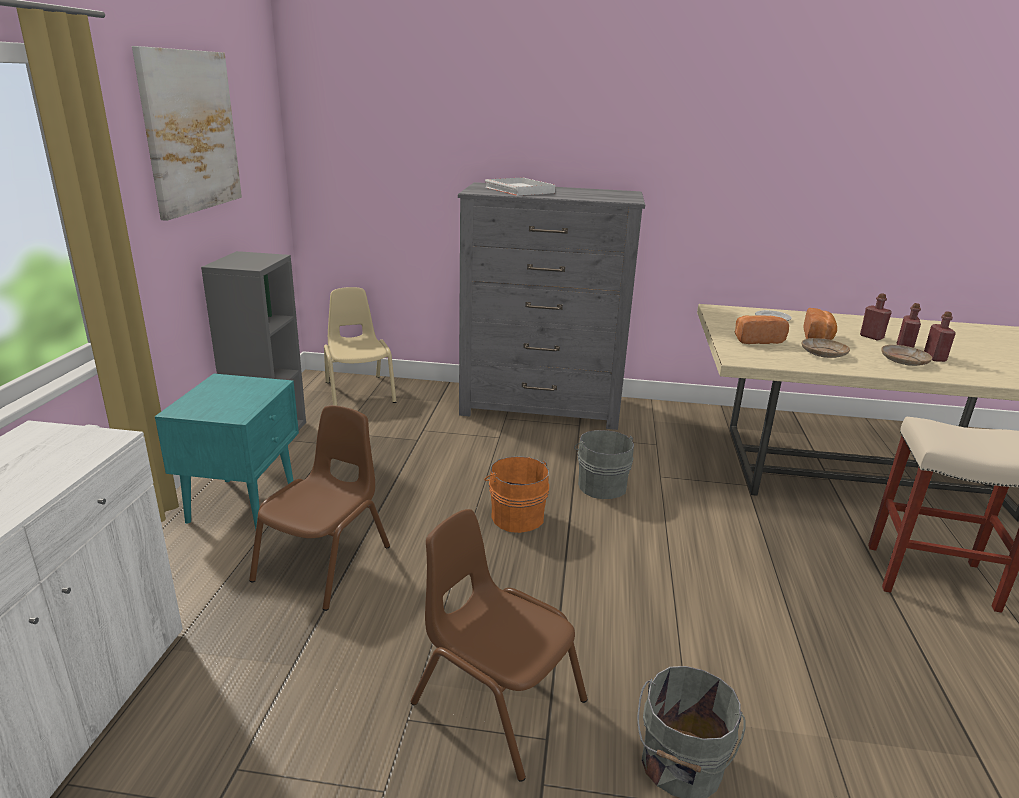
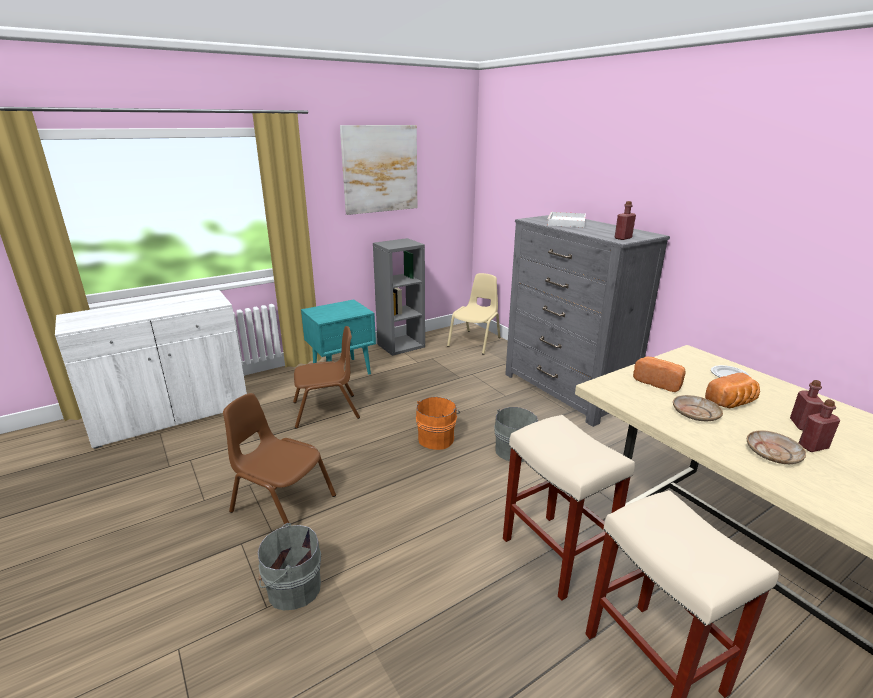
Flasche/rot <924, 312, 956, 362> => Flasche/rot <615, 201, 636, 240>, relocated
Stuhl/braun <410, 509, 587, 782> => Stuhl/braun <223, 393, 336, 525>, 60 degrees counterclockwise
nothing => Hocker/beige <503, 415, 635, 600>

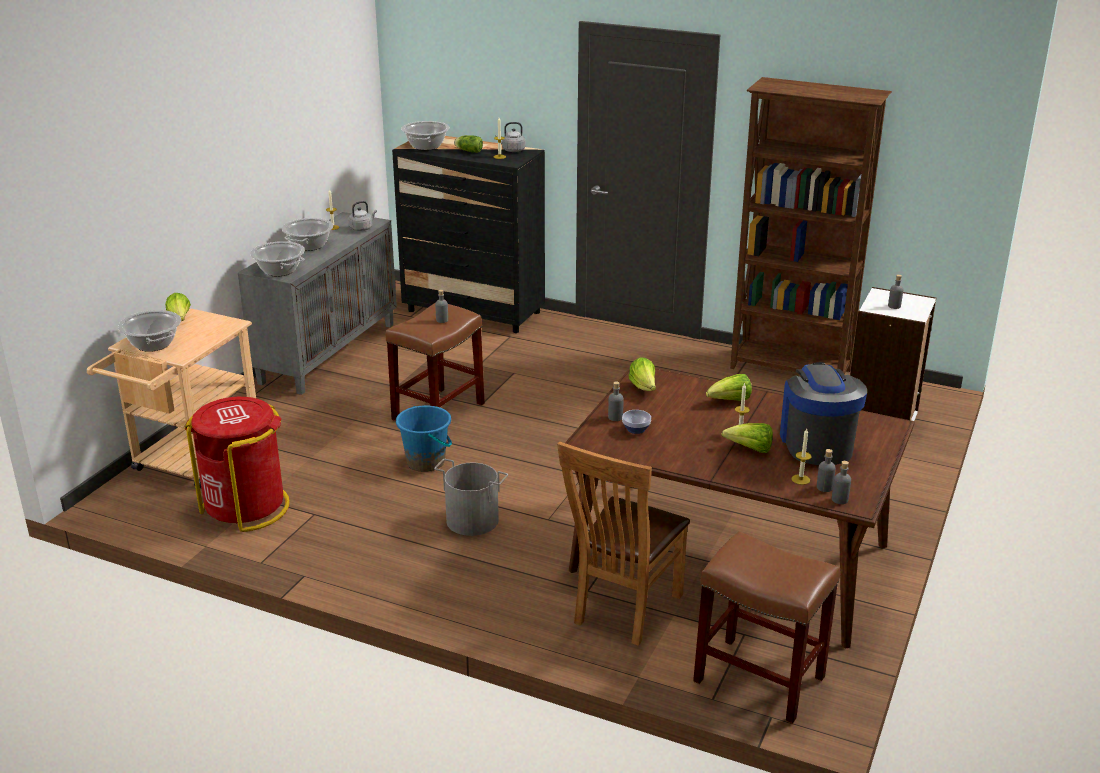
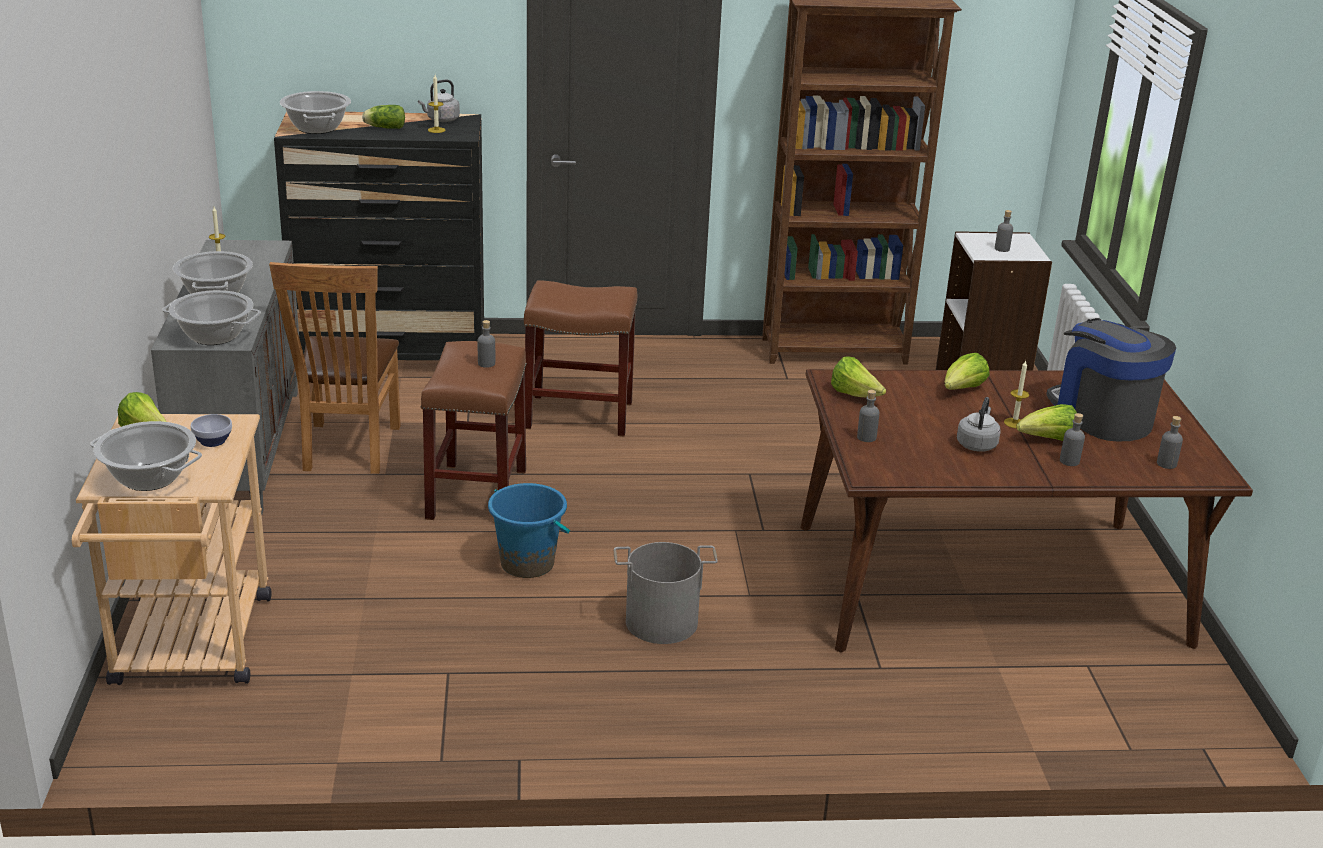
Wasserkessel/grau <348, 201, 377, 231> => Wasserkessel/grau <957, 397, 1000, 452>, relocated
Mülleimer/rot <185, 397, 290, 532> => nothing
Schüssel <622, 410, 651, 434> => Schüssel <191, 414, 232, 447>, relocated
Kerze <791, 429, 812, 485> => nothing
Stuhl/braun <557, 441, 690, 646> => Stuhl/braun <269, 262, 401, 474>, relocated
Flasche/grau <832, 461, 851, 504> => Flasche/grau <1060, 413, 1085, 466>, relocated
Hocker/braun <693, 531, 840, 724> => Hocker/braun <524, 280, 637, 437>, relocated

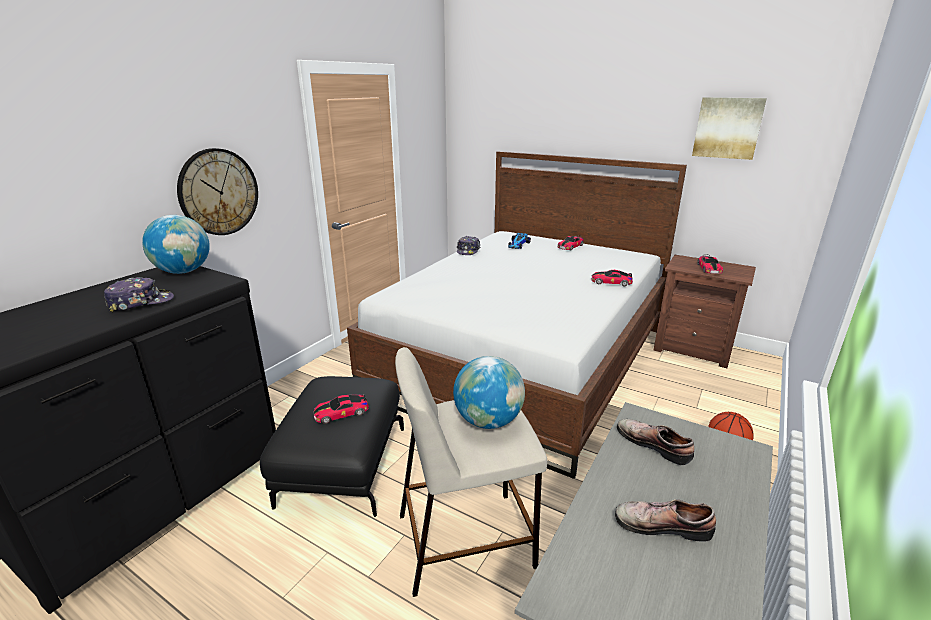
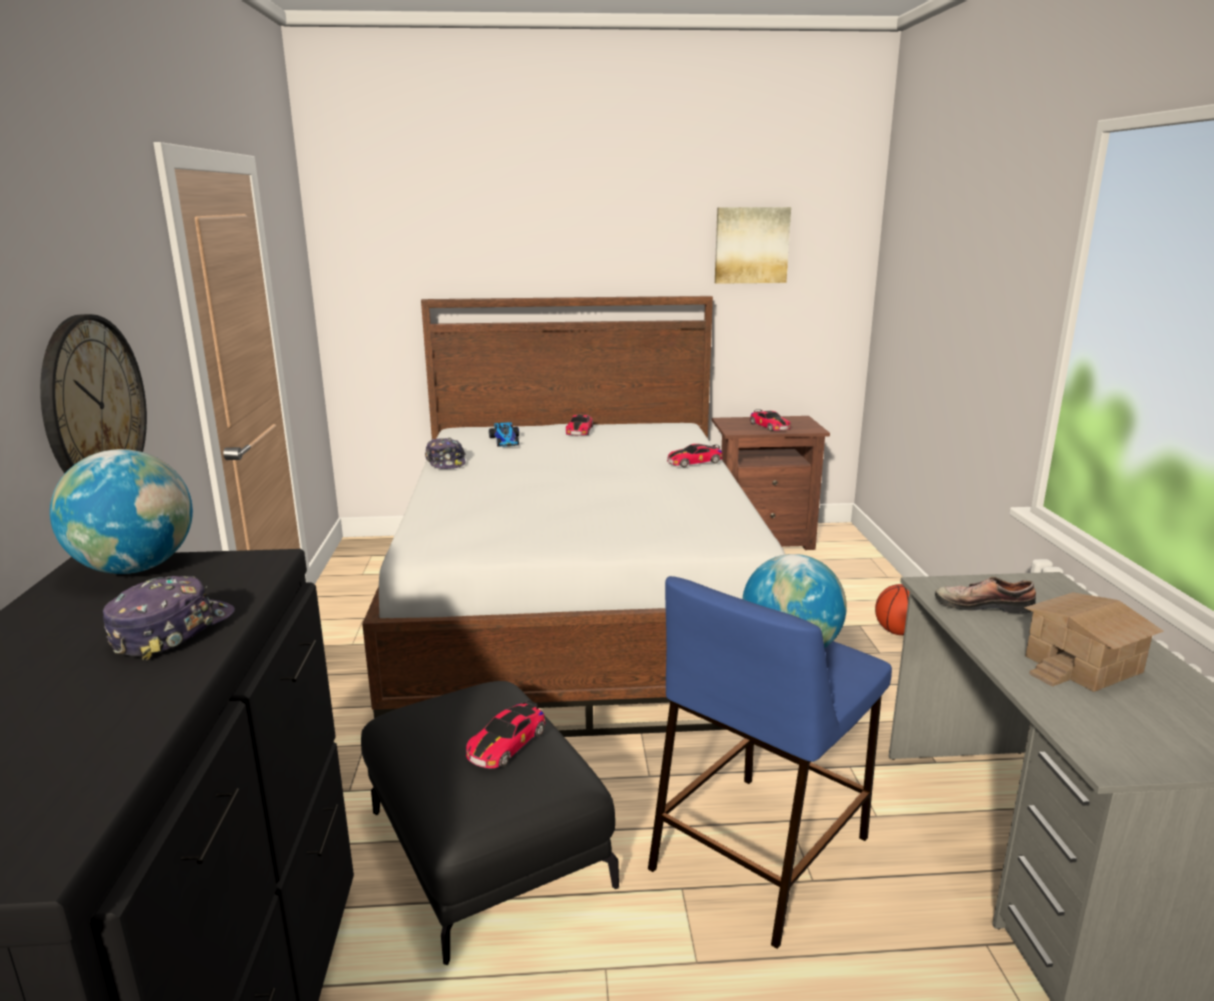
Hocker/beige <395, 347, 547, 597> => Hocker/blau <648, 576, 892, 949>
Schuh <615, 499, 716, 541> => Spielzeughaus <1024, 592, 1164, 692>

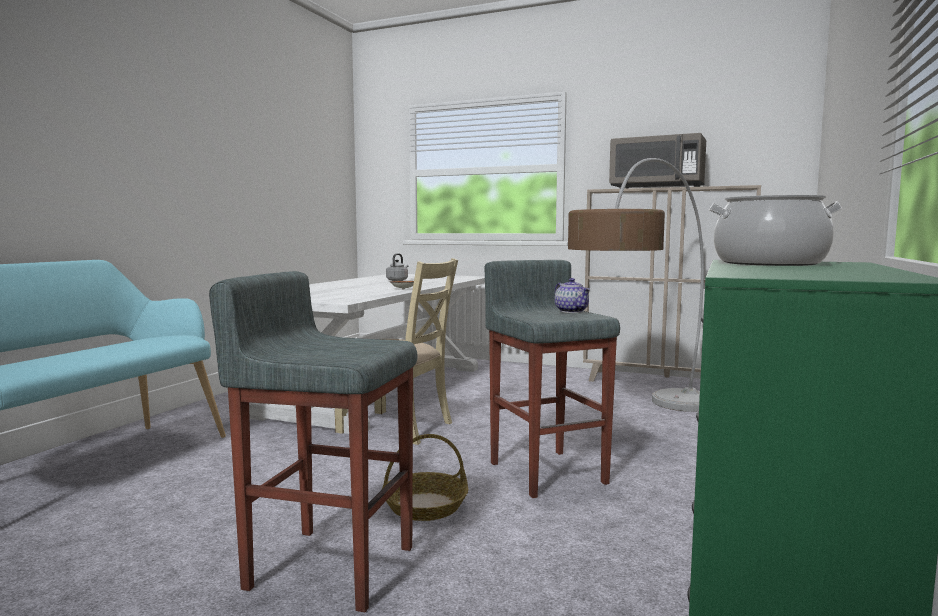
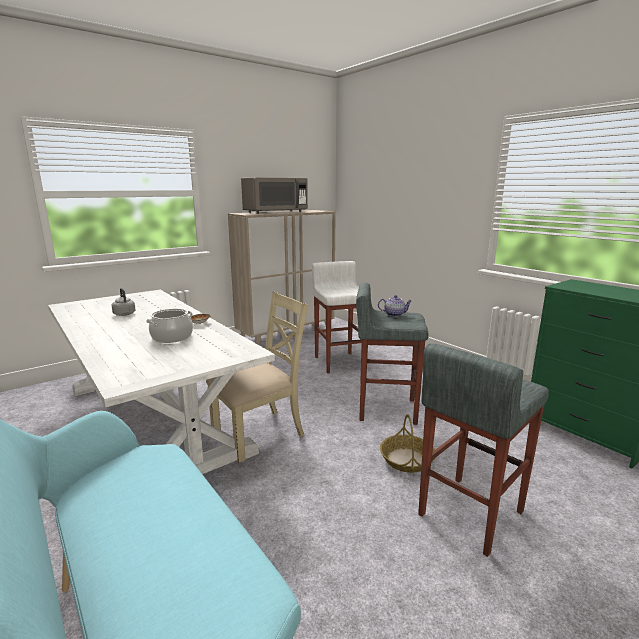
Stehlampe <568, 158, 704, 412> => Hocker/weiß <312, 261, 362, 374>
Kochtopf <709, 195, 842, 266> => Kochtopf <146, 308, 193, 343>, relocated

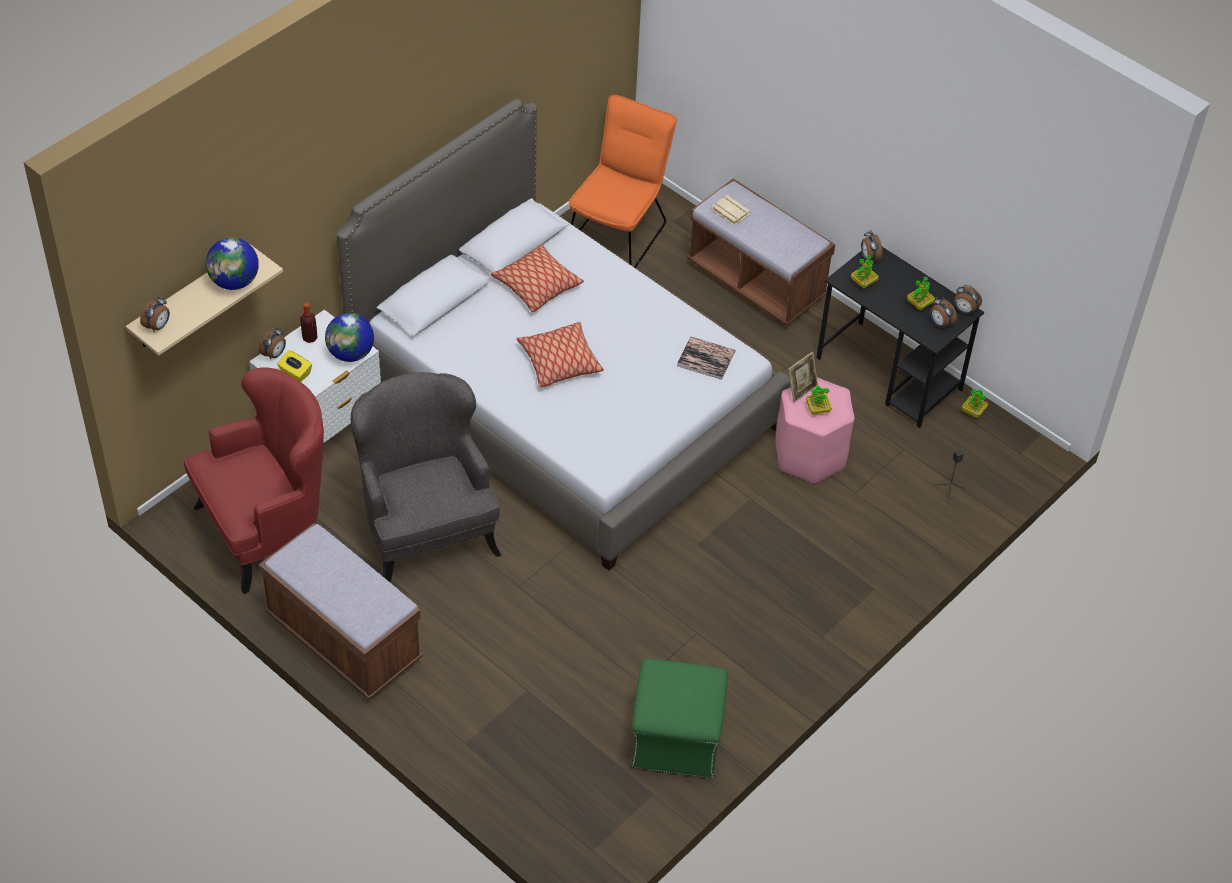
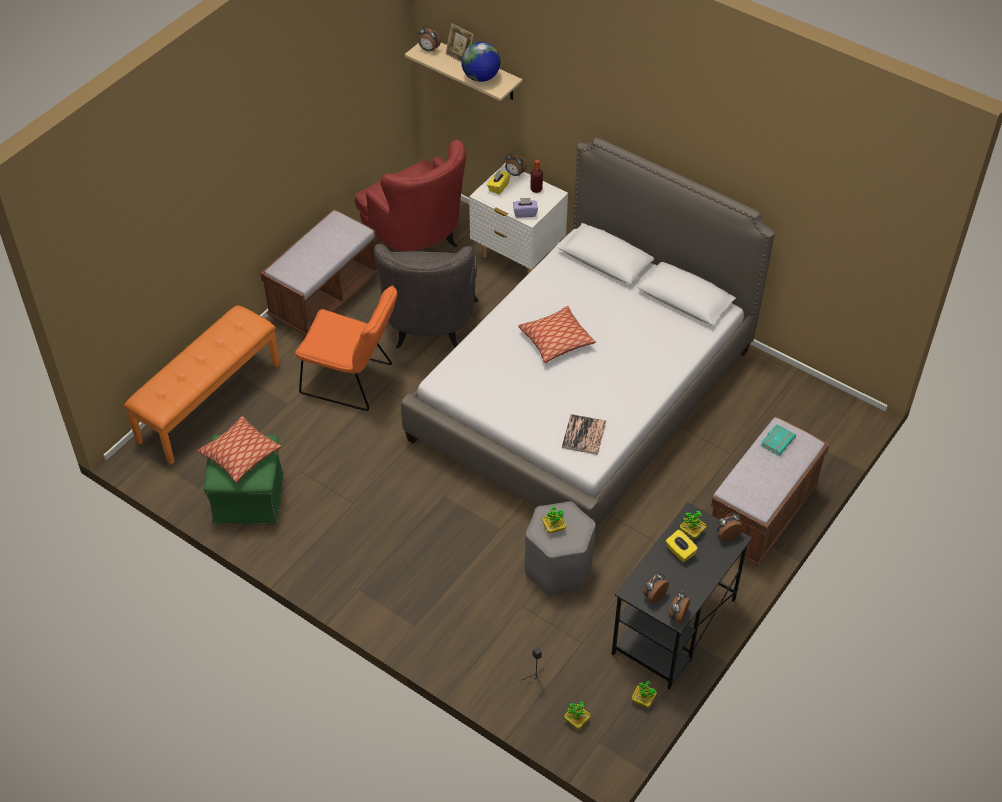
Stuhl/orange <569, 95, 677, 268> => Stuhl/orange <295, 285, 397, 411>, relocated
Buch/beige <711, 195, 751, 226> => Buch/türkis <761, 424, 796, 456>
Kissen <490, 244, 584, 312> => Kissen <197, 416, 282, 483>, relocated
Topfpflanze <907, 277, 935, 311> => Topfpflanze <564, 701, 591, 729>, relocated
Globus <325, 313, 374, 362> => Taschentuchbox/lila <513, 198, 538, 218>
Bilderrahmen <788, 352, 818, 403> => Bilderrahmen <445, 23, 474, 62>, relocated
Sessel/grau <351, 372, 502, 582> => Sessel/grau <374, 244, 478, 348>, 120 degrees clockwise
Hocker/rosa <775, 377, 855, 484> => Hocker/grau <524, 501, 596, 596>
nothing => Bank/orange <124, 305, 280, 465>
nothing => Taschentuchbox/gelb <666, 530, 698, 562>

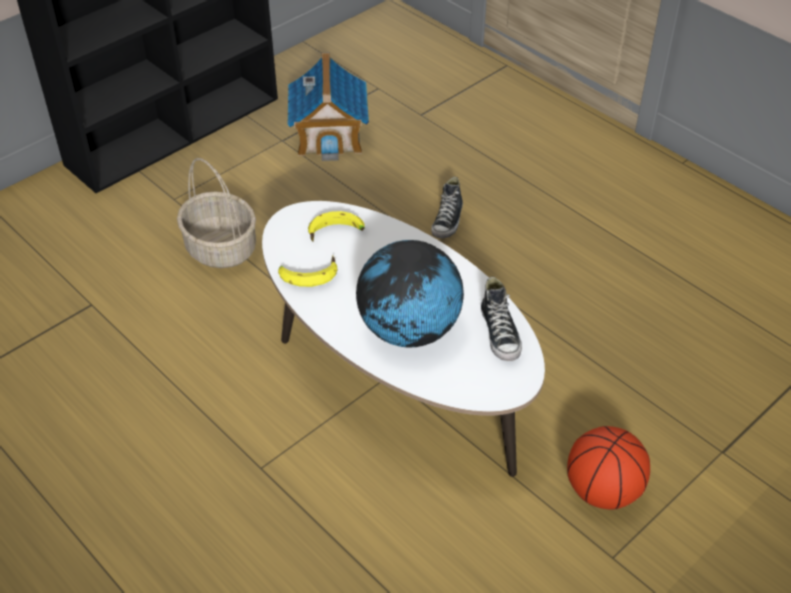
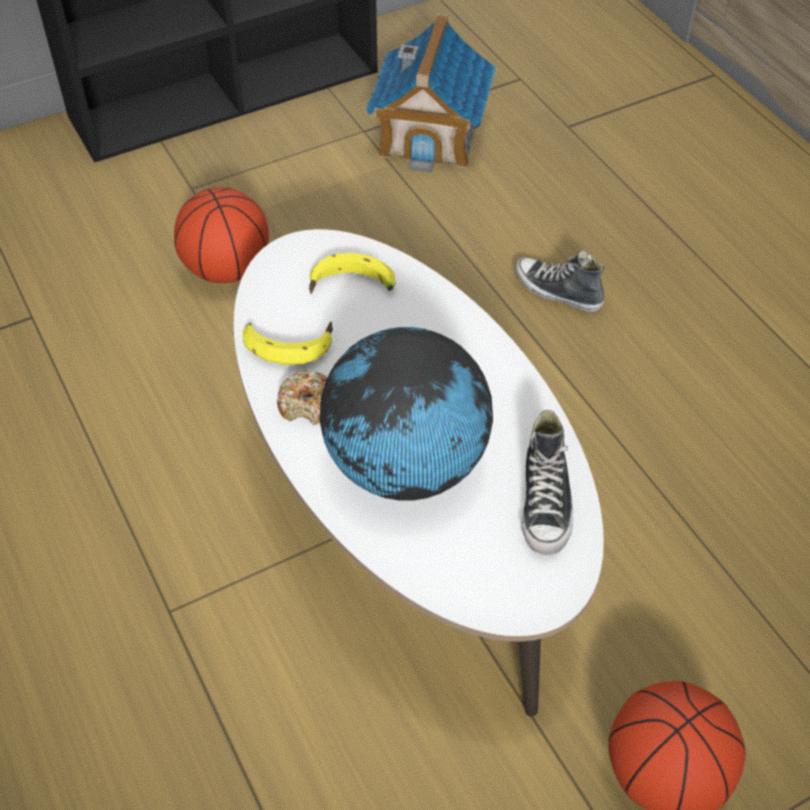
Korb <177, 158, 256, 268> => Basketball <174, 187, 269, 283>
Schuh <431, 177, 463, 238> => Schuh <515, 250, 605, 311>, 90 degrees clockwise
nothing => Donut <277, 371, 327, 425>

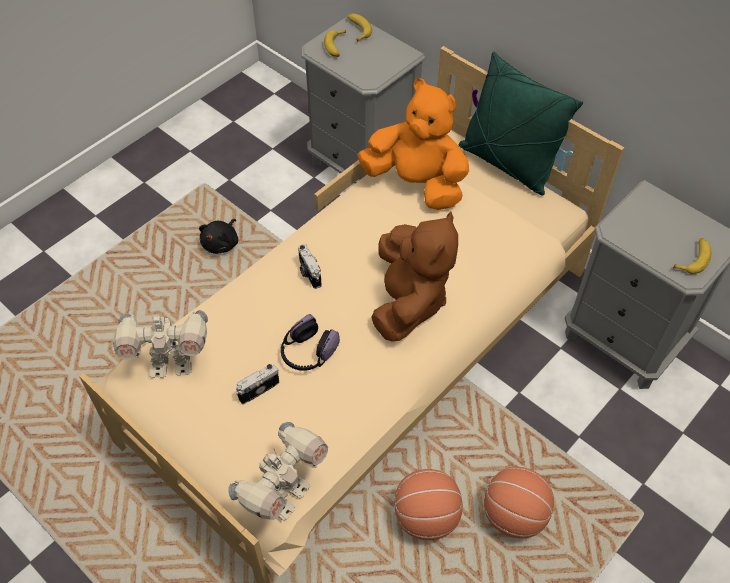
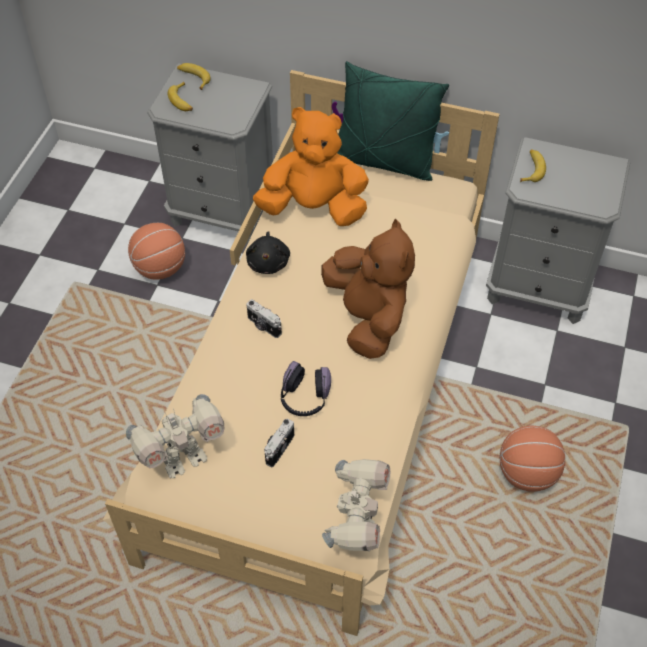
Plüschtier/schwarz <199, 219, 238, 254> => Plüschtier/schwarz <246, 231, 290, 274>, relocated
Banane <673, 238, 711, 274> => Banane <520, 149, 546, 182>, relocated
Basketball <394, 469, 463, 540> => Basketball <128, 223, 185, 280>, relocated

